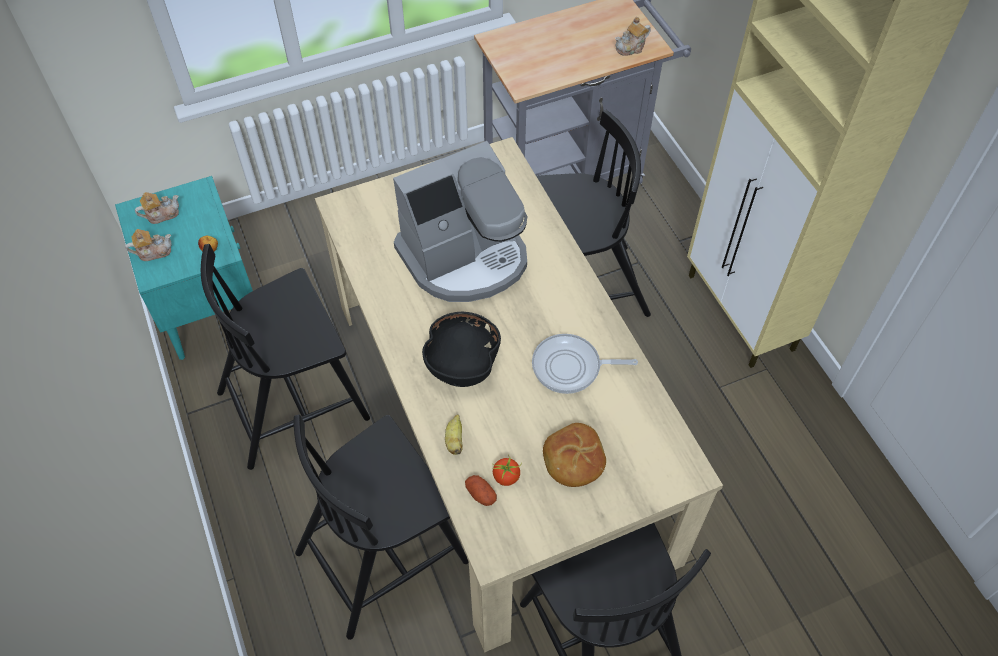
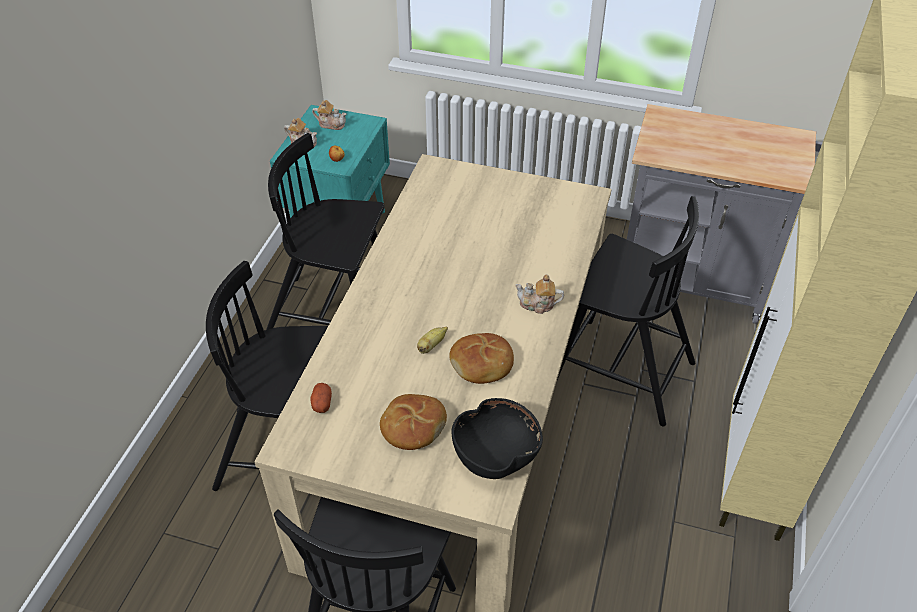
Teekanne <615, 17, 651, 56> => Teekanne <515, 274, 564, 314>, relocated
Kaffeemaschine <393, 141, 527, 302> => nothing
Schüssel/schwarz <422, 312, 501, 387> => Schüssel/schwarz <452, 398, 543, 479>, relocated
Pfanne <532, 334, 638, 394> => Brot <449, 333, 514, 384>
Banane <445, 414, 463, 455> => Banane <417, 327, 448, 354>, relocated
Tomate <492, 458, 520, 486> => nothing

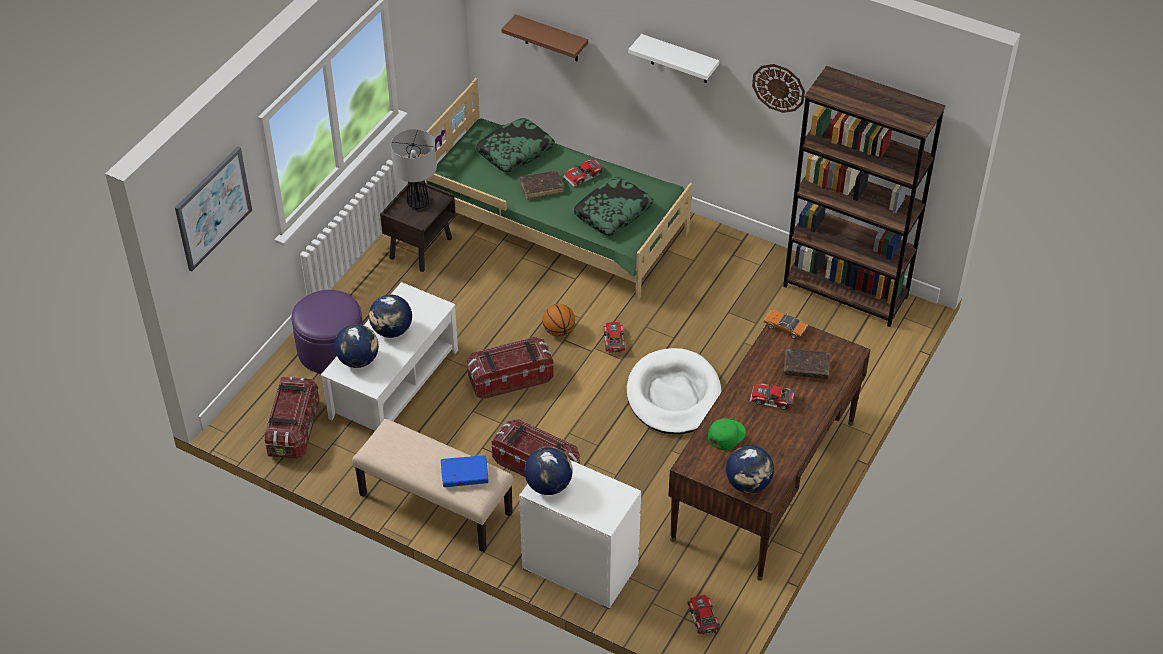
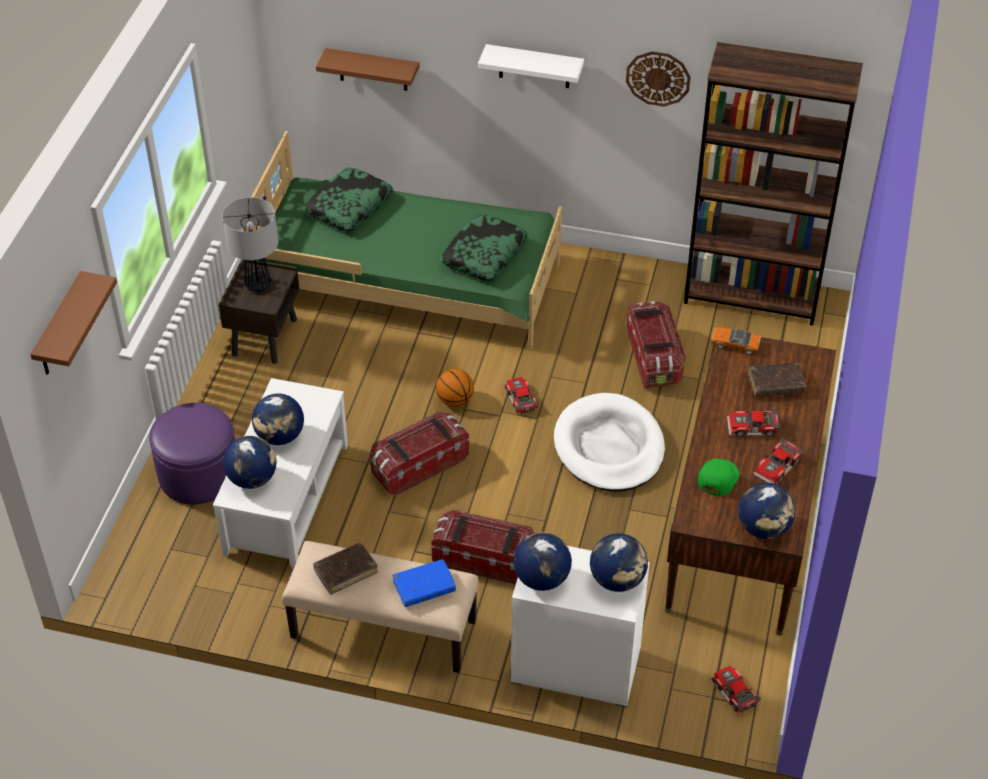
Bild <175, 147, 252, 271> => Wandregal/braun <30, 271, 117, 375>
Spielzeugauto <563, 157, 604, 187> => Spielzeugauto <753, 437, 804, 484>, relocated
Buch/braun <520, 170, 564, 200> => Buch/braun <313, 543, 378, 595>, relocated
Aufbewahrungsbox <265, 377, 319, 459> => Aufbewahrungsbox <627, 301, 686, 388>, relocated
nothing => Globus <590, 533, 648, 592>

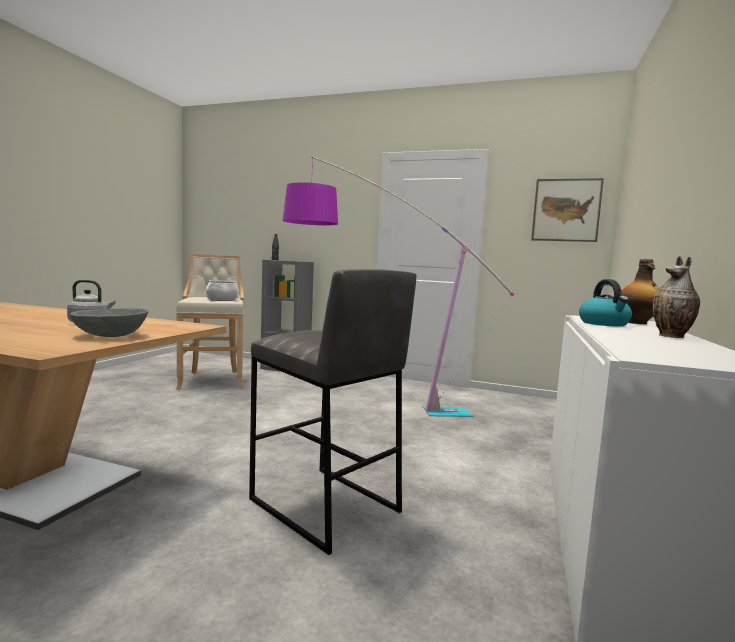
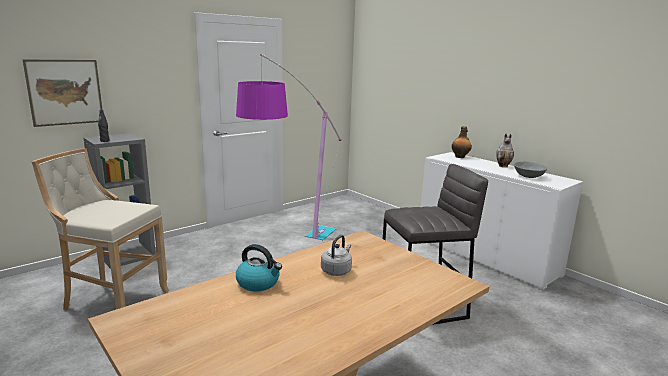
Bild <531, 178, 604, 242> => Bild <22, 59, 102, 127>, relocated
Wasserkessel <579, 279, 632, 327> => Wasserkessel <236, 244, 282, 292>, relocated
Kochtopf <206, 280, 238, 301> => nothing
Schüssel/grau <70, 308, 148, 337> => Schüssel/grau <514, 162, 547, 178>, relocated

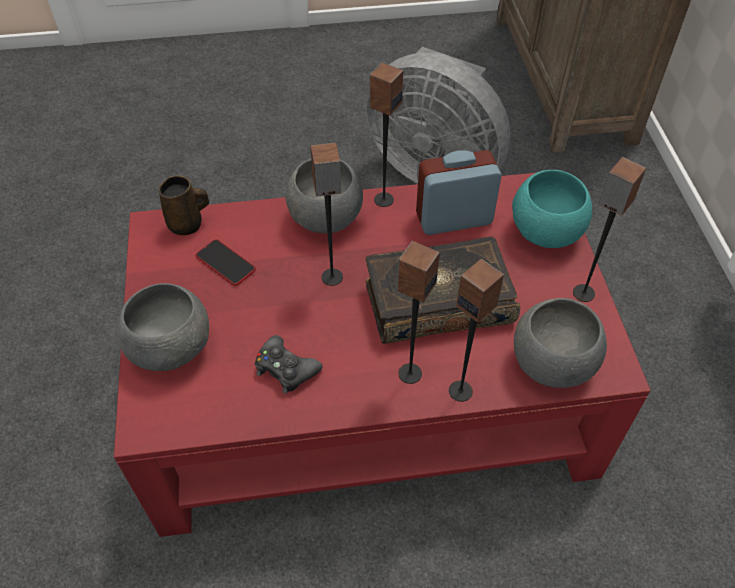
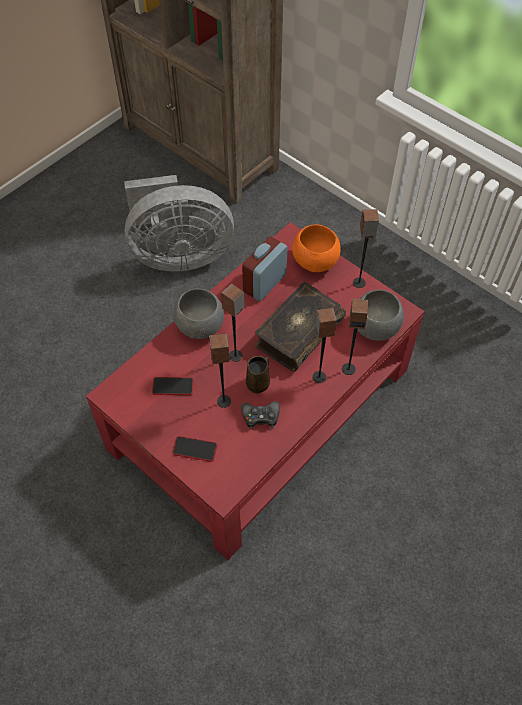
Lautsprecher <369, 63, 403, 207> => Lautsprecher <209, 333, 231, 408>, relocated
Schüssel/türkis <512, 170, 592, 248> => Schüssel/orange <292, 224, 341, 272>
Henkelbecher/braun <158, 176, 209, 235> => Henkelbecher/braun <246, 356, 270, 393>, relocated
Schüssel/grau <117, 283, 209, 371> => Handy <172, 436, 217, 462>

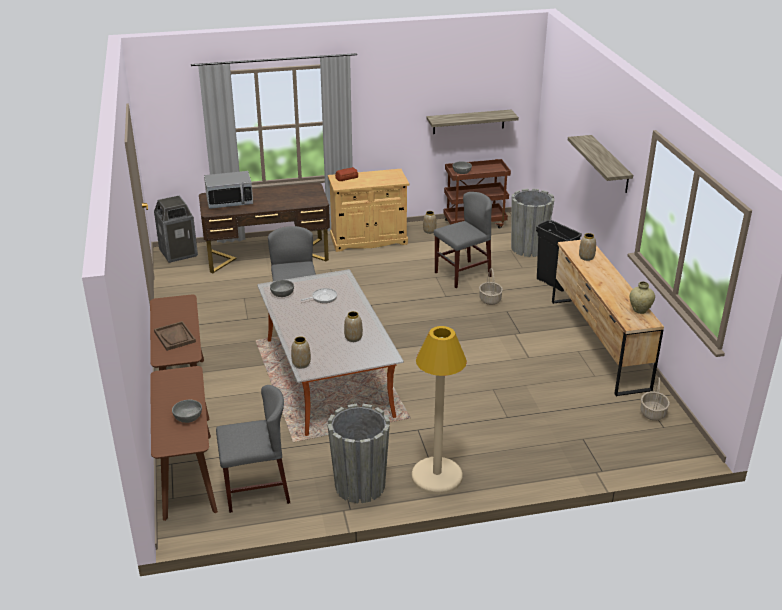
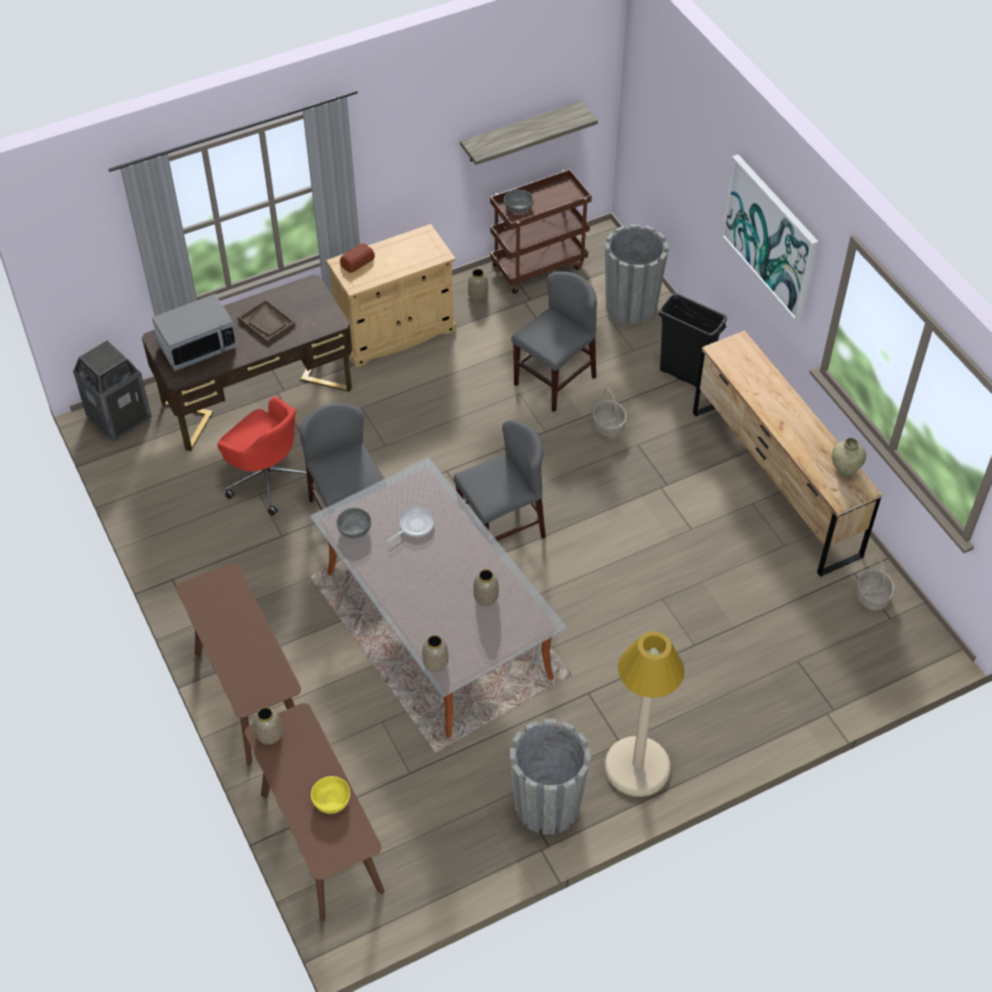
Wandregal <568, 135, 633, 193> => Bild <721, 154, 819, 323>
Vase <579, 233, 596, 261> => Vase <254, 707, 282, 745>, relocated
Tablett/braun <154, 321, 196, 351> => Tablett/braun <238, 299, 296, 344>, relocated
Stuhl/grau <216, 385, 290, 513> => Stuhl/grau <454, 420, 546, 541>, relocated
Schüssel/grau <172, 400, 202, 423> => Schüssel/gelb <311, 776, 350, 814>
nothing => Bürostuhl/rot <217, 397, 314, 516>

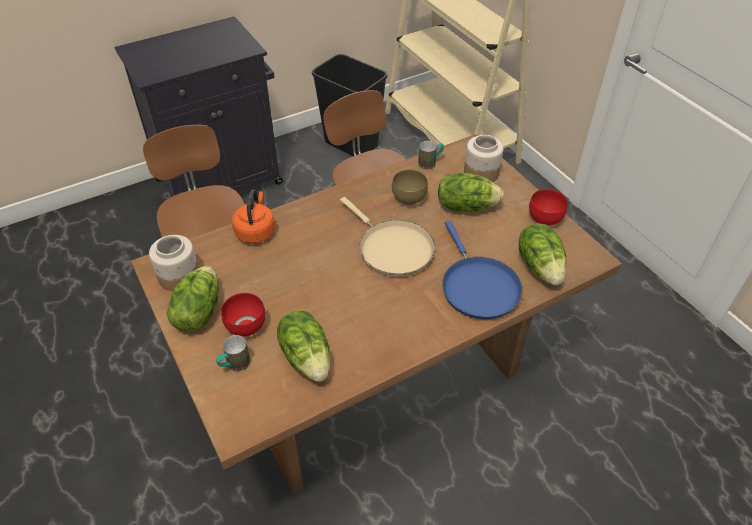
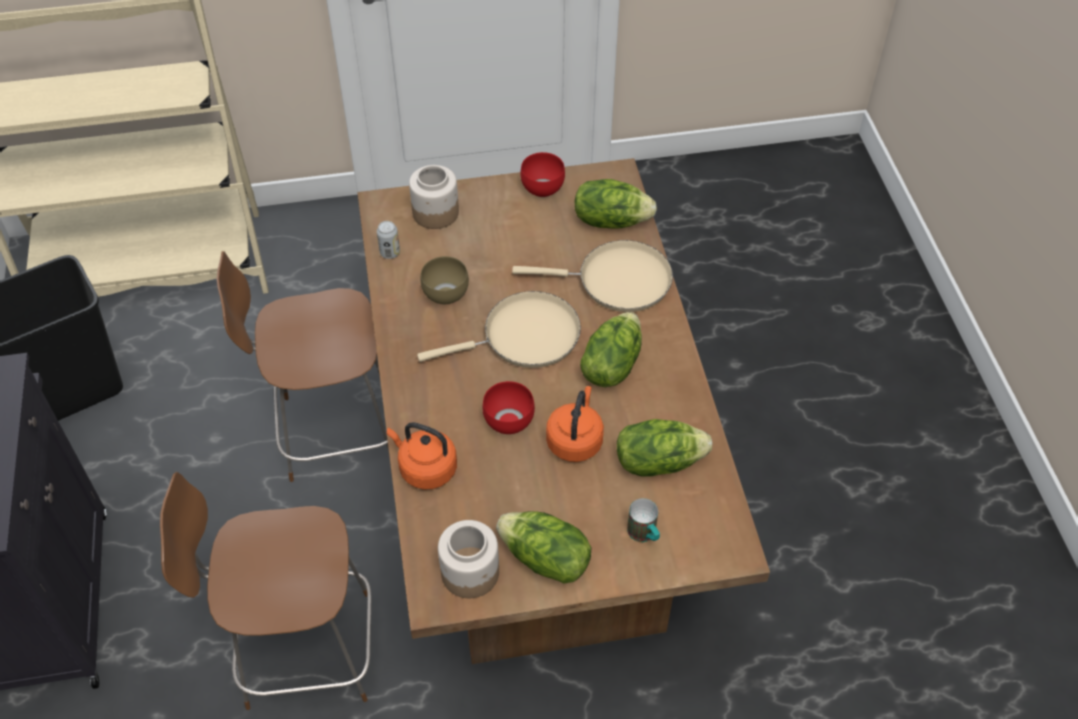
Henkelbecher <418, 141, 444, 170> => Dose <377, 221, 400, 259>
Salatkopf <438, 173, 504, 212> => Salatkopf <580, 312, 642, 387>, relocated
Pfanne/blau <442, 221, 523, 320> => Pfanne/beige <512, 240, 673, 312>
Schüssel/rot <221, 293, 266, 336> => Schüssel/rot <482, 381, 535, 434>, relocated
nothing => Wasserkessel/orange <546, 386, 604, 462>

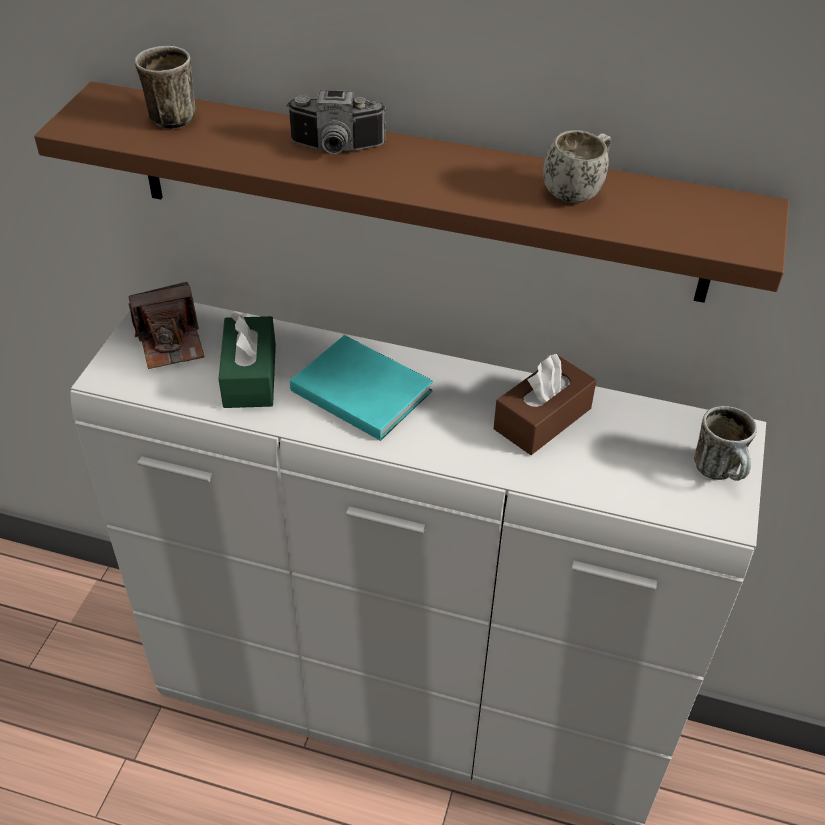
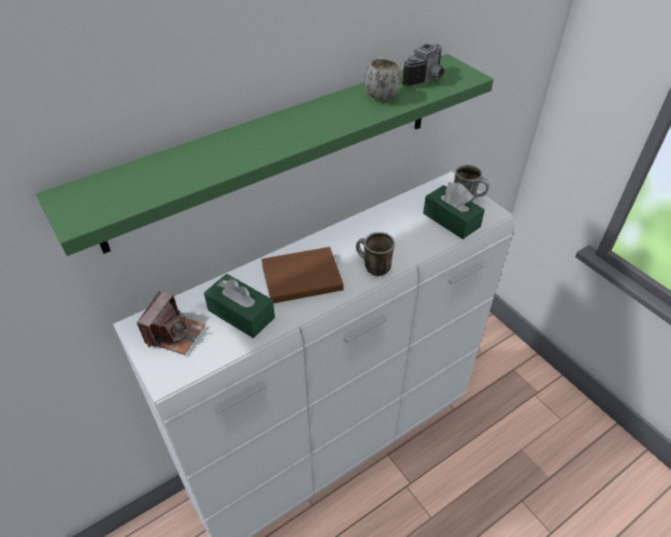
Henkelbecher <135, 46, 195, 129> => Henkelbecher <356, 232, 395, 276>, relocated
Wandregal/braun <34, 81, 789, 303> => Wandregal/grün <36, 54, 494, 256>
Kamera <286, 90, 387, 154> => Kamera <402, 43, 444, 87>, relocated
Buch/türkis <290, 335, 433, 441> => Buch/braun <261, 247, 344, 304>
Taschentuchbox/braun <494, 354, 596, 455> => nothing
nothing => Taschentuchbox/grün <423, 182, 485, 239>

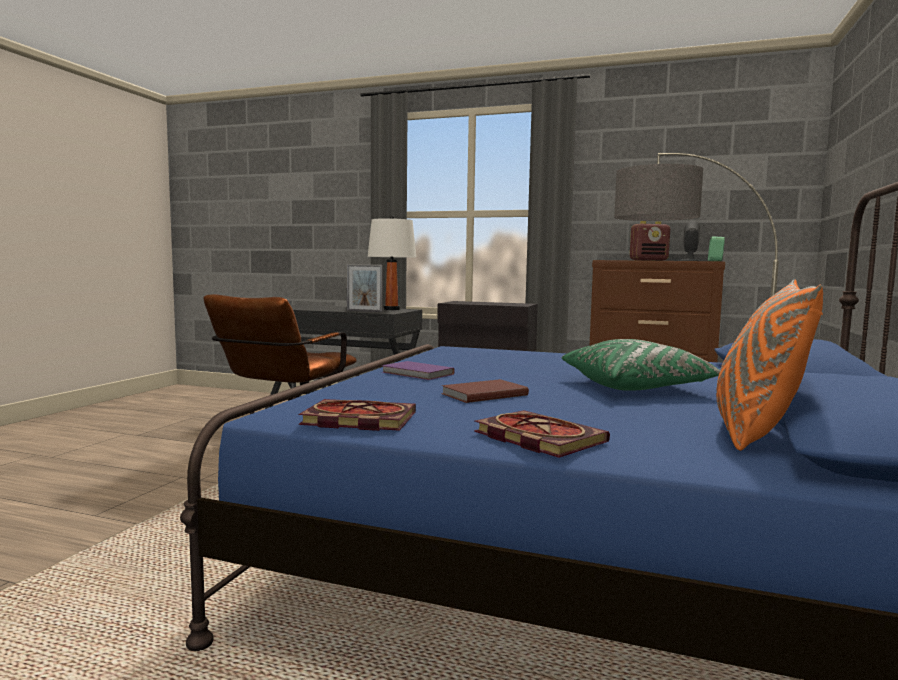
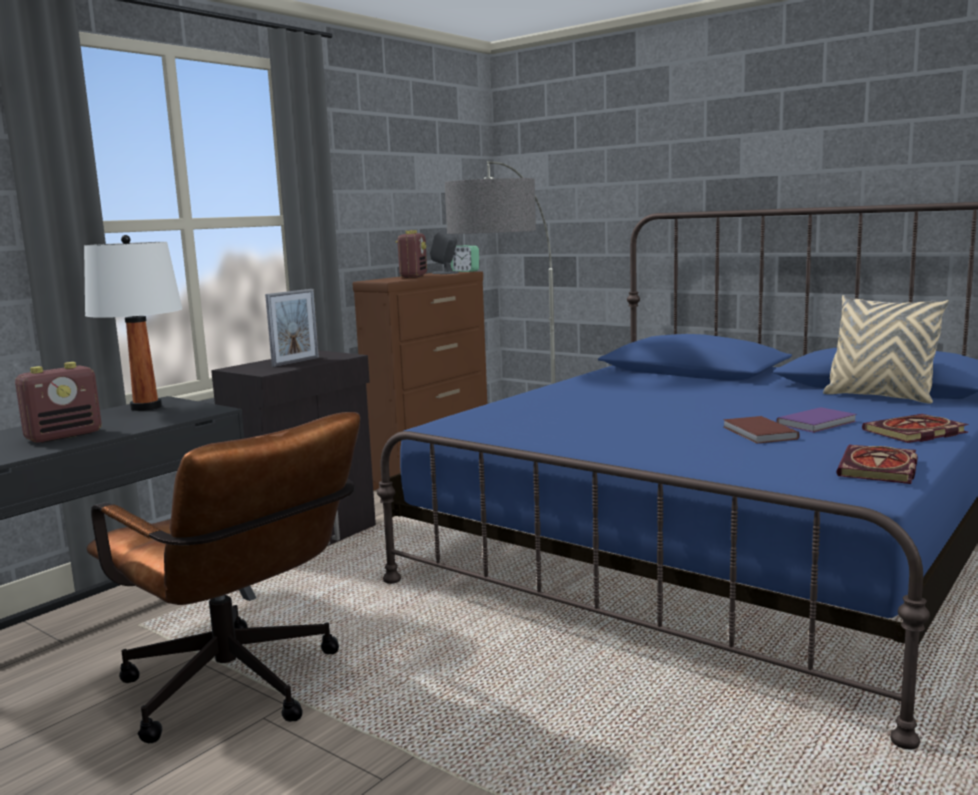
Bilderrahmen <347, 264, 383, 312> => Bilderrahmen <265, 289, 319, 367>, relocated
Kissen/orange <716, 279, 823, 451> => Kissen/beige <823, 295, 949, 404>
Kissen/grün <561, 339, 720, 391> => nothing
Buch/lila <382, 361, 455, 380> => Buch/lila <777, 407, 857, 433>, relocated
nothing => Radio <15, 362, 102, 443>

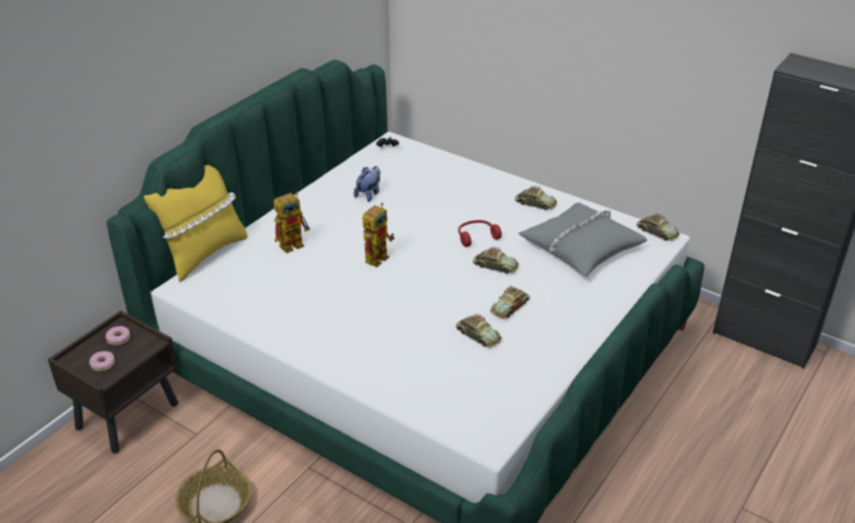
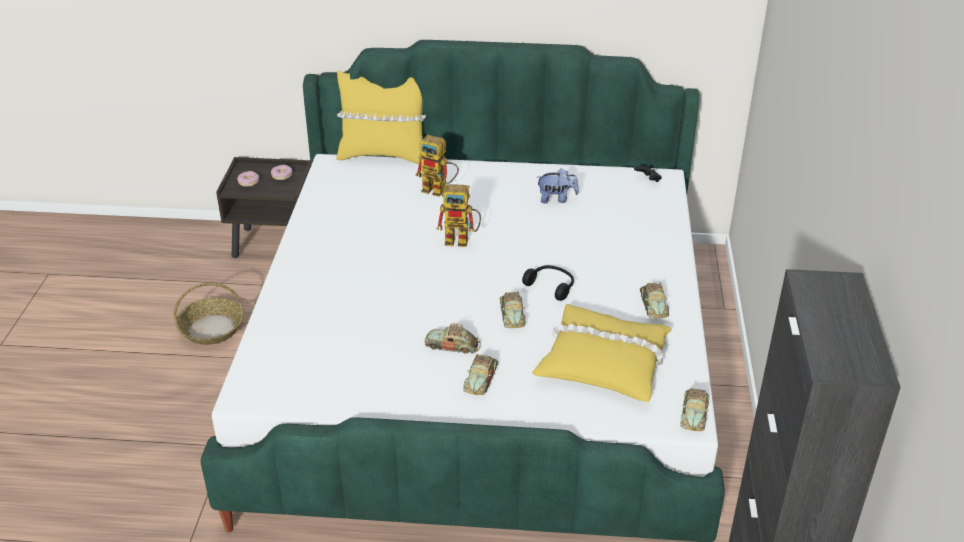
Kissen/grau <519, 203, 647, 277> => Kissen/gelb <532, 304, 671, 402>
Kopfhörer/rot <458, 220, 502, 247> => Kopfhörer/schwarz <522, 265, 574, 301>
Spielzeugauto <456, 314, 502, 348> => Spielzeugauto <463, 354, 498, 395>, relocated

